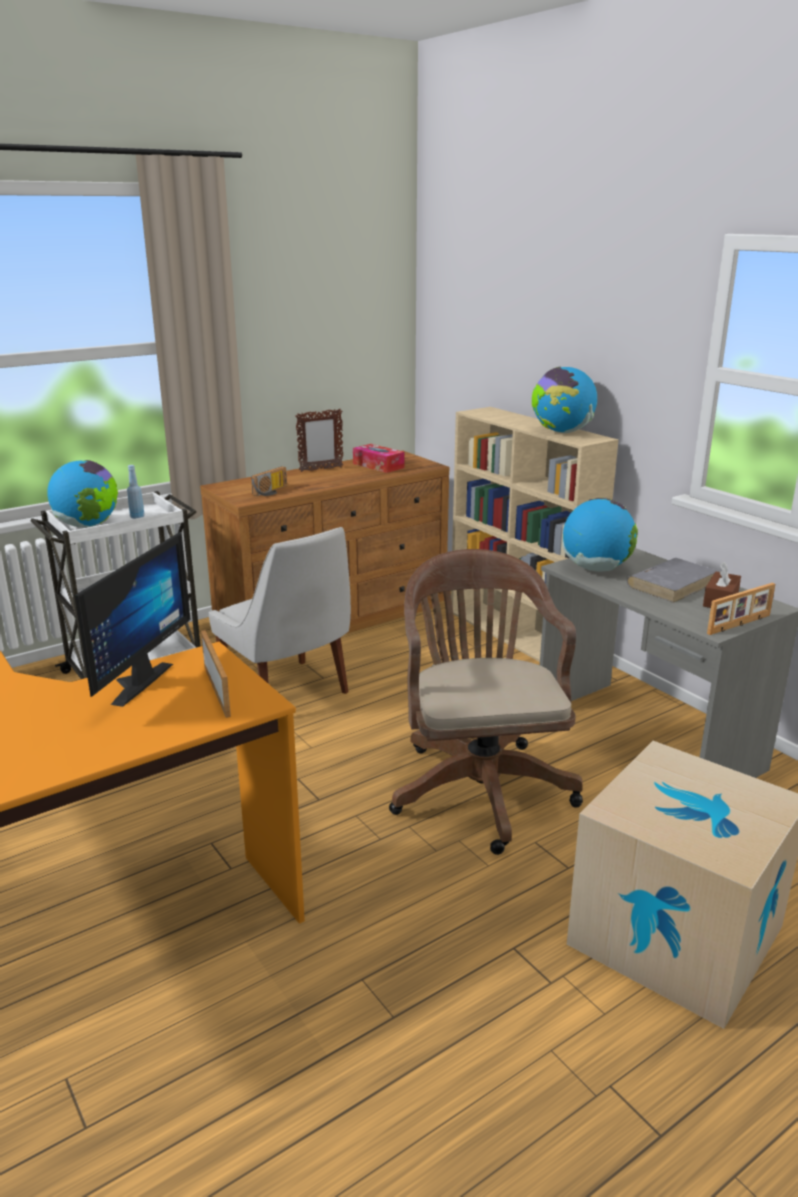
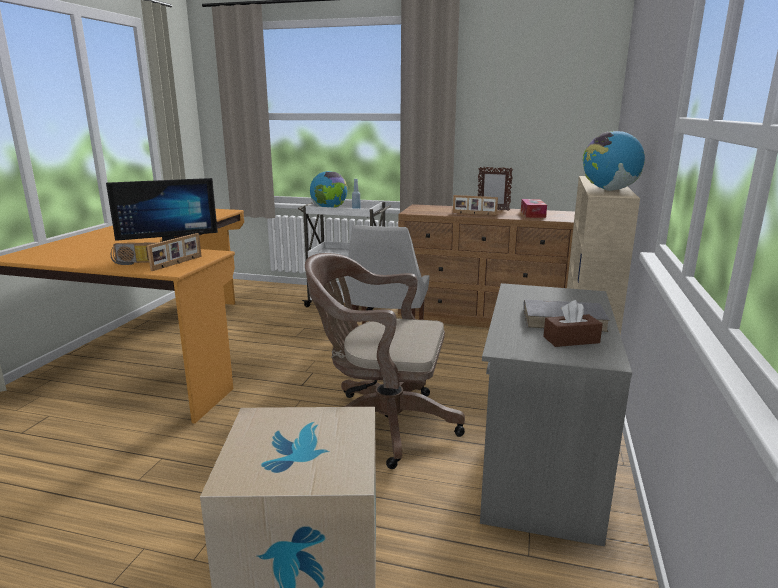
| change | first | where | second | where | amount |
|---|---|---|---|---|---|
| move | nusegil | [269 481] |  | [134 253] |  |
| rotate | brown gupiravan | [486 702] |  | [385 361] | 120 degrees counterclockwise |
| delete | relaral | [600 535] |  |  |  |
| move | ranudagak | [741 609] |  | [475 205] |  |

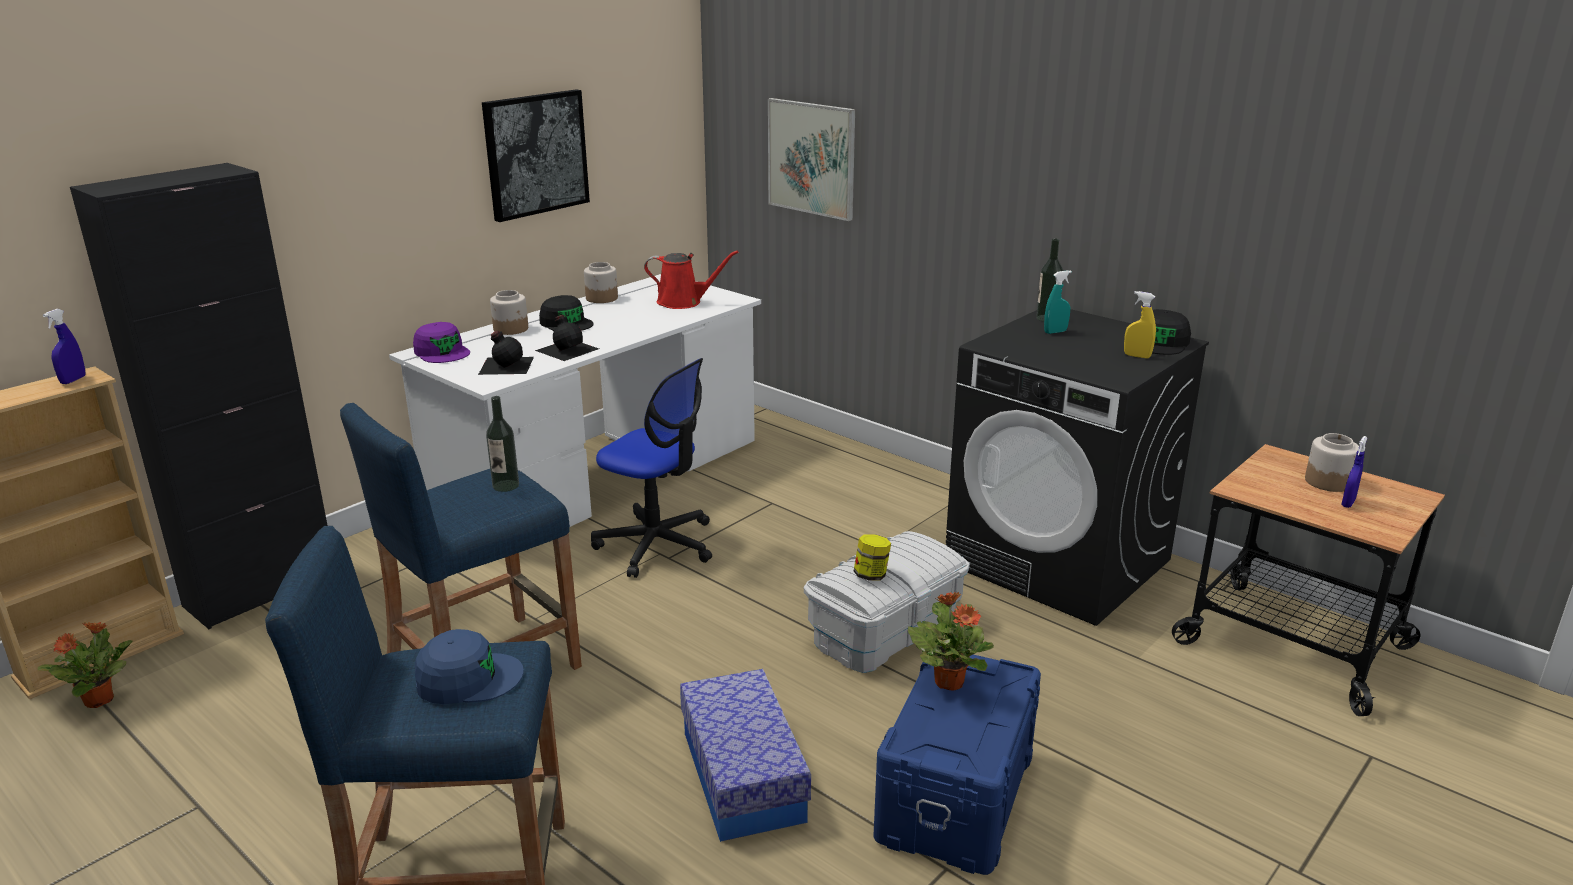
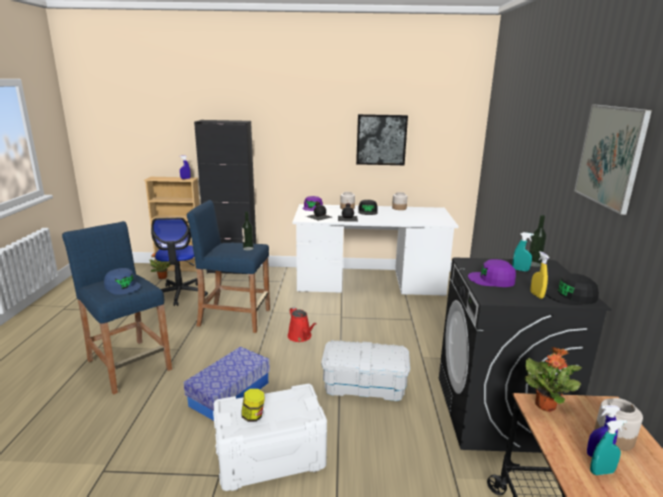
| change | first | where | second | where | amount |
|---|---|---|---|---|---|
| move | gupiravan | [651 468] |  | [179 262] |  |
| move | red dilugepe | [691 280] |  | [302 324] |  |
| move | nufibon | [811 159] |  | [613 160] |  |
| move | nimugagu | [872 557] |  | [253 405] |  |
| recolor | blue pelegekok | [957 760] | white pelegekok | [270 437] |  |
| move | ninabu | [951 641] |  | [553 379] |  |
| insert |  |  | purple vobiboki | [492 273] |  |
| insert |  |  | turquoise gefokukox | [608 447] |  |

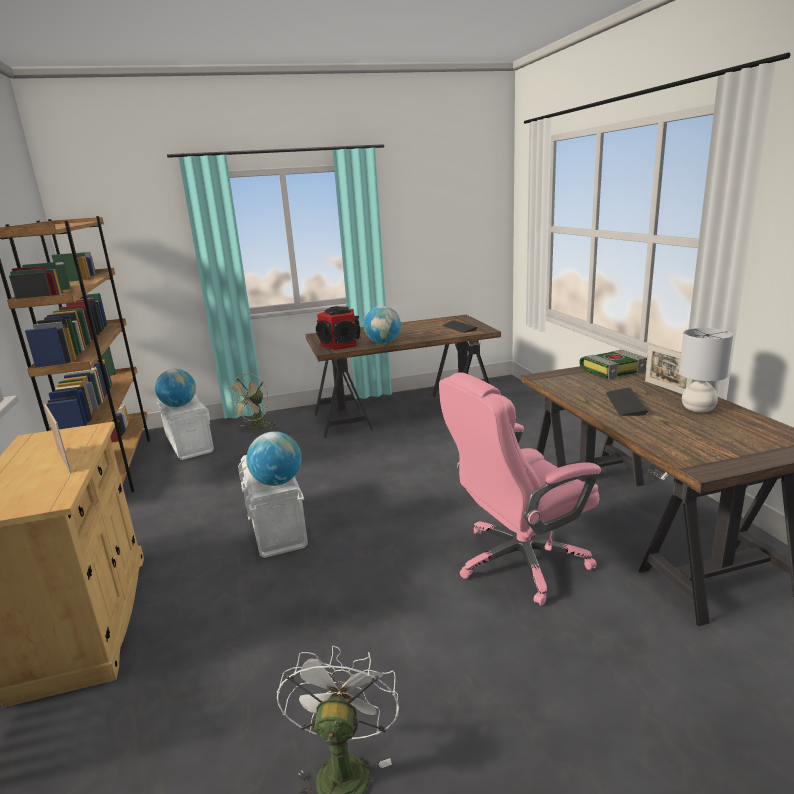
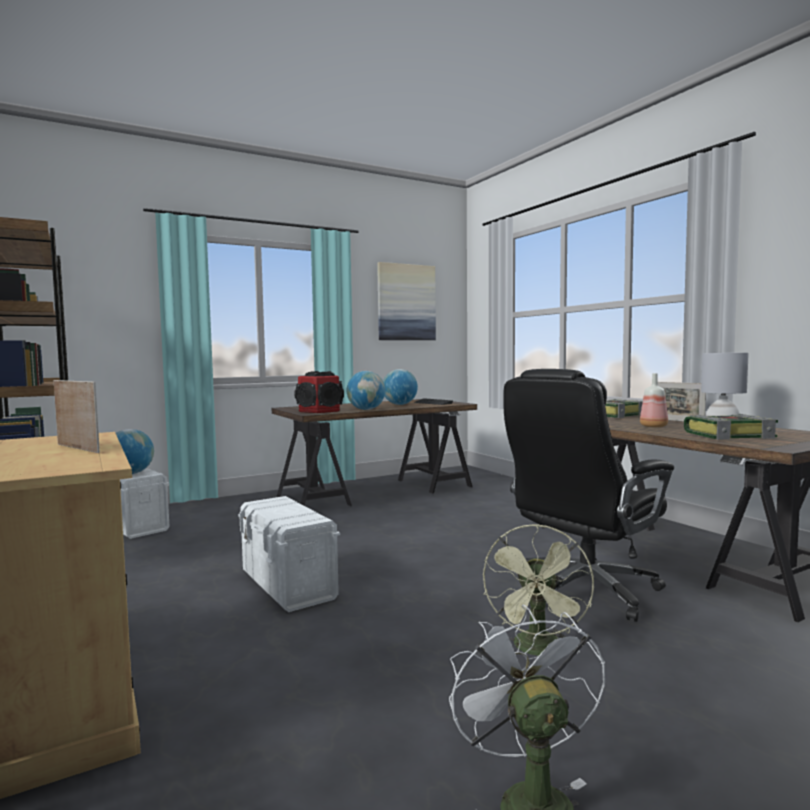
| change | first | where | second | where | amount |
|---|---|---|---|---|---|
| move | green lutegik | [252 401] |  | [538 590] |  |
| move | relaral | [274 458] |  | [400 387] |  |
| recolor | pink gupiravan | [520 489] | black gupiravan | [588 495] |  |
| replace | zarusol | [627 401] | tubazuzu | [654 400] |  |
| insert |  |  | nufibon | [406 301] |  |
| insert |  |  | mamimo | [731 427] |  |

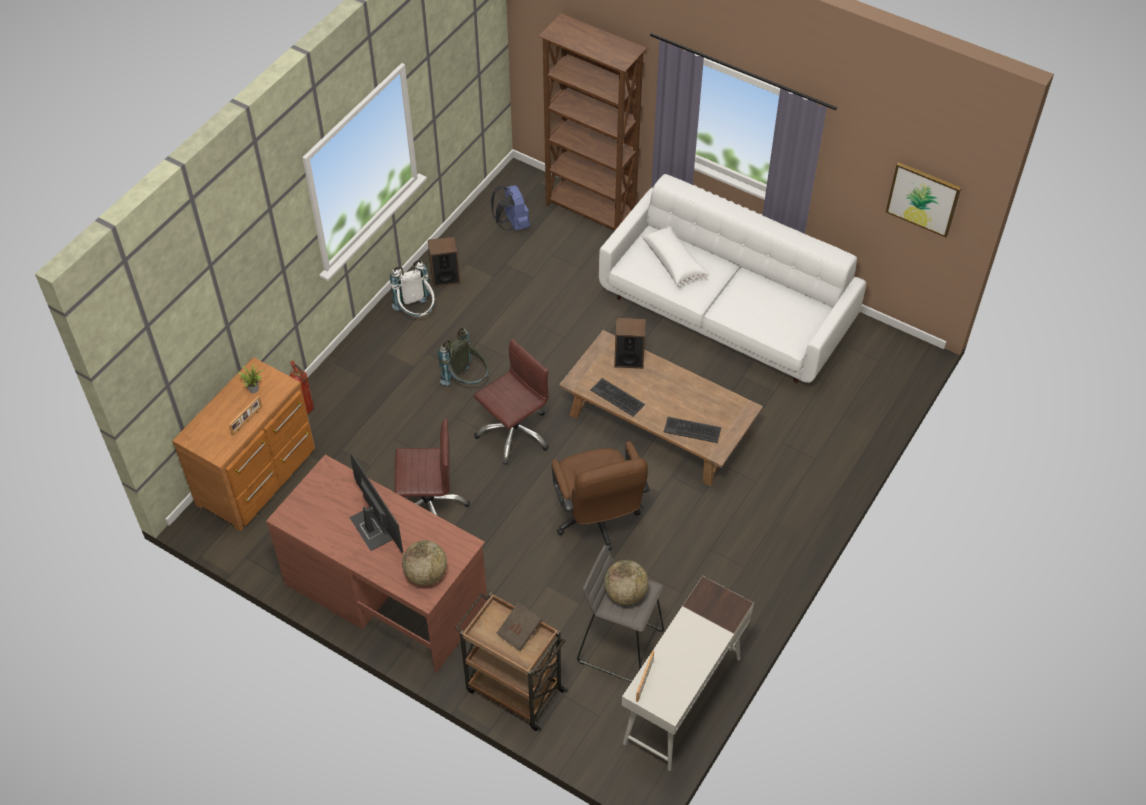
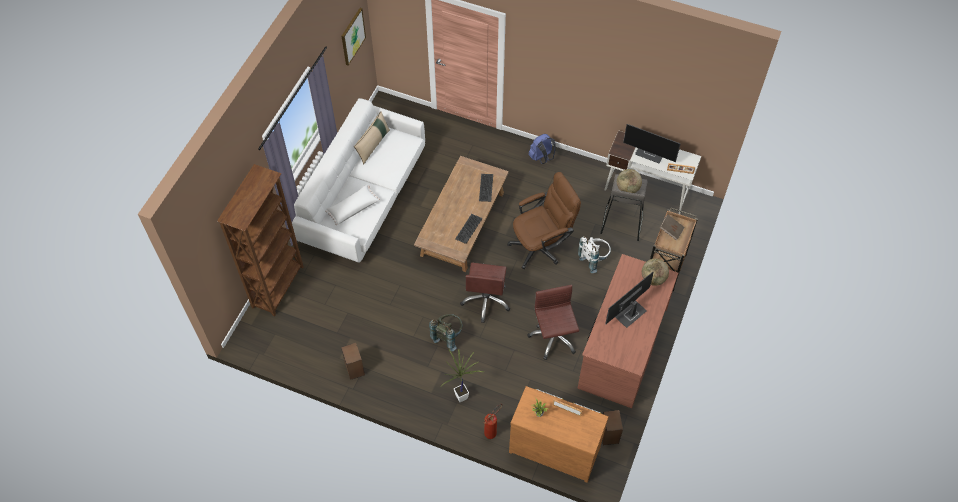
| change | first | where | second | where | amount |
|---|---|---|---|---|---|
| move | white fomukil | [412 288] |  | [594 254] |  |
| rotate | brown gupiravan | [511 402] |  | [485 293] | 120 degrees counterclockwise |
| move | blue fomukil | [510 208] |  | [542 149] |  |
| move | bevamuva | [630 343] |  | [612 427] |  |
| insert |  |  | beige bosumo | [372 138] |  |
| insert |  |  | ninabu | [462 375] |  |
| insert |  |  | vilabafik | [652 143] |  |

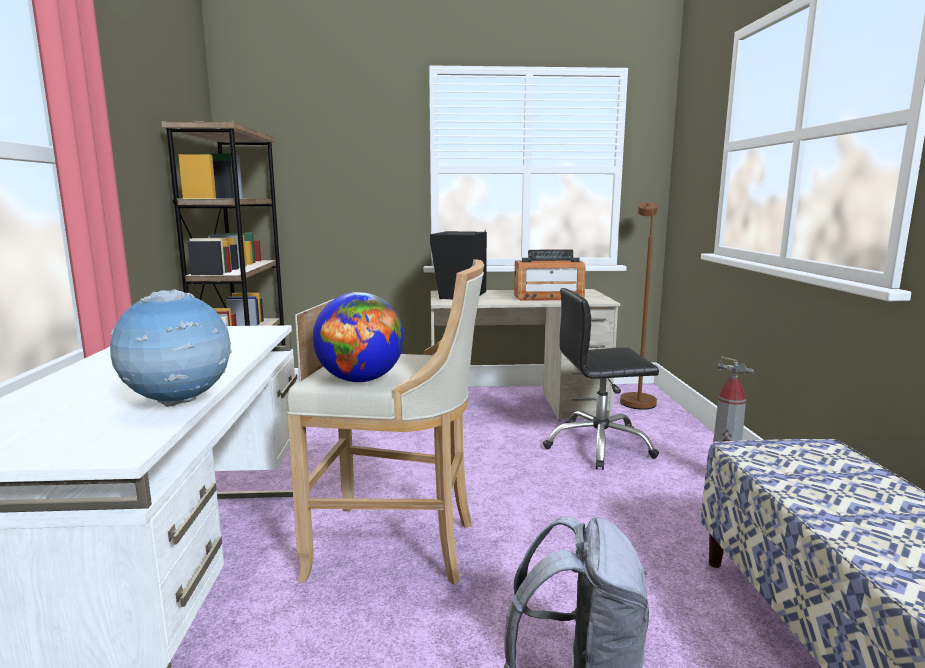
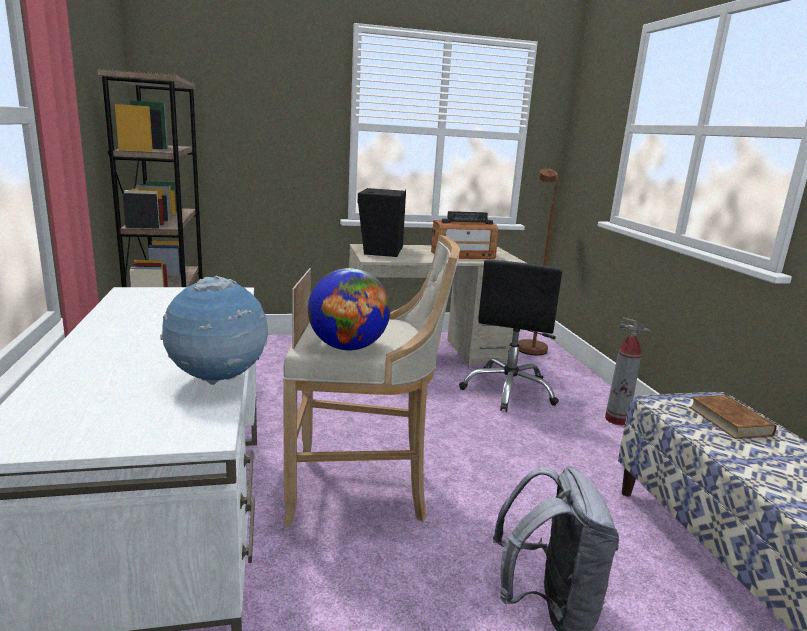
| change | first | where | second | where | amount |
|---|---|---|---|---|---|
| rotate | black gupiravan | [601 379] |  | [510 336] | 60 degrees counterclockwise |
| insert |  |  | brown mamimo | [733 417] |  |

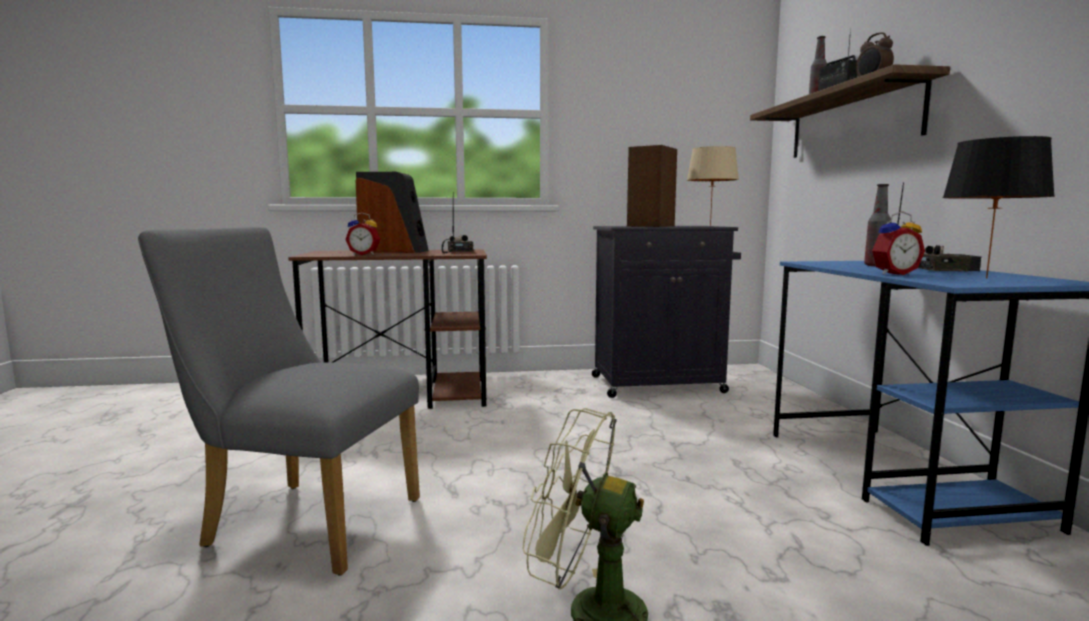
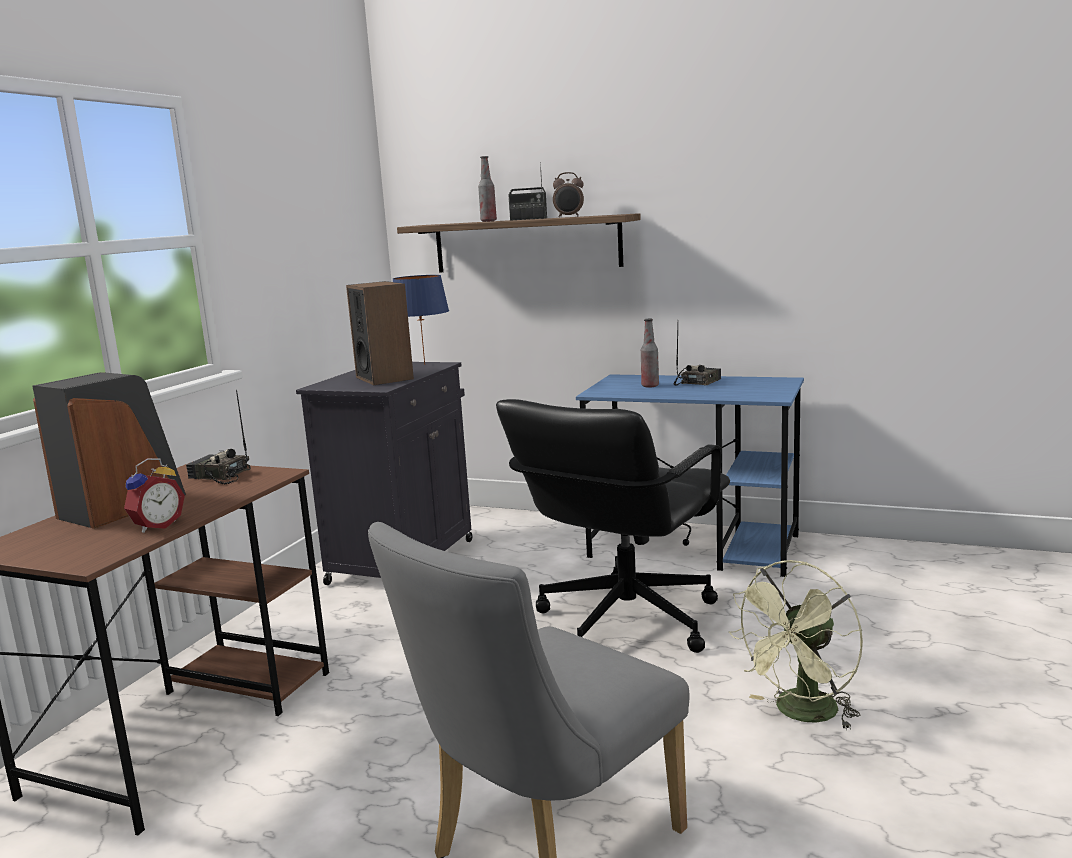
| change | first | where | second | where | amount |
|---|---|---|---|---|---|
| recolor | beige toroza | [713 186] | blue toroza | [421 320] |  |
| delete | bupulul | [898 243] |  |  |  |
| delete | black toroza | [999 207] |  |  |  |
| insert |  |  | black gupiravan | [613 526] |  |

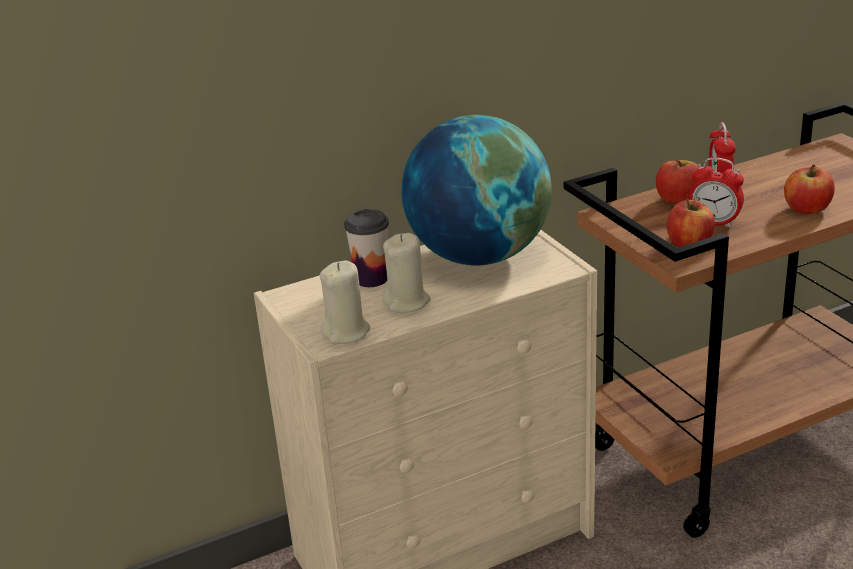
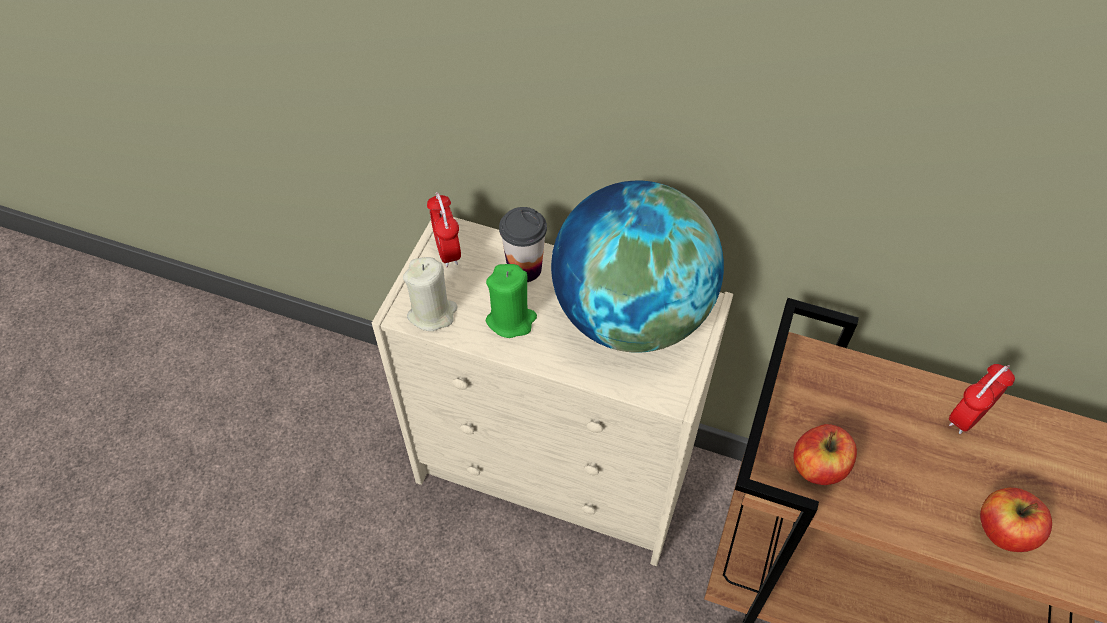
| change | first | where | second | where | amount |
|---|---|---|---|---|---|
| recolor | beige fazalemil | [407 273] | green fazalemil | [511 301] |  |
| delete | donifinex | [677 182] |  |  |  |
| move | bupulul | [716 192] |  | [444 229] |  |

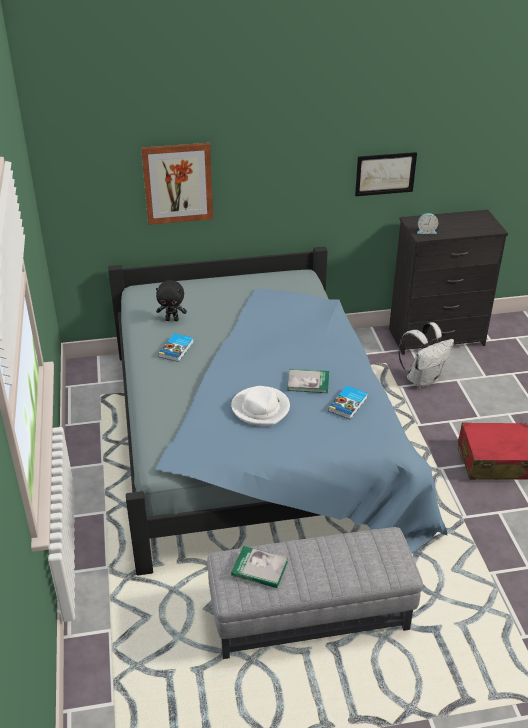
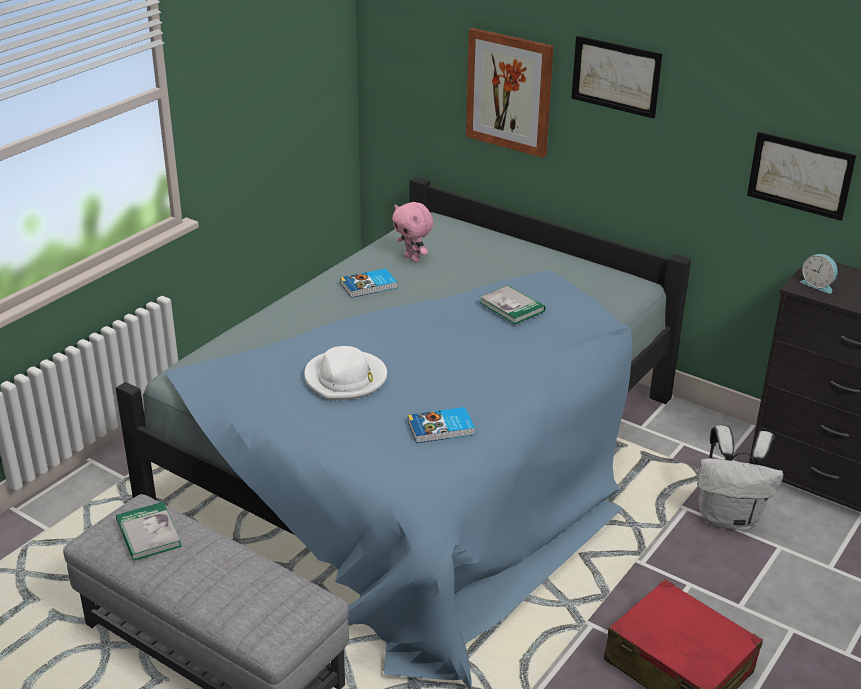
| change | first | where | second | where | amount |
|---|---|---|---|---|---|
| recolor | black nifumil | [171 300] | pink nifumil | [412 232] |  |
| move | mamimo | [308 381] |  | [512 304] |  |
| insert |  |  | nufibon | [616 77] |  |

